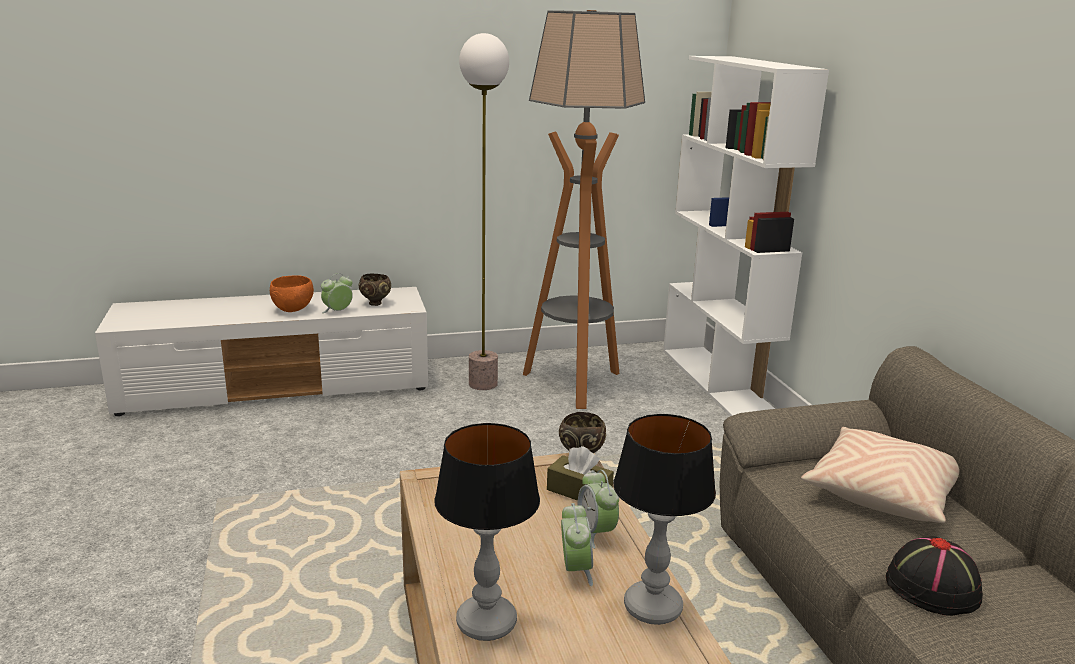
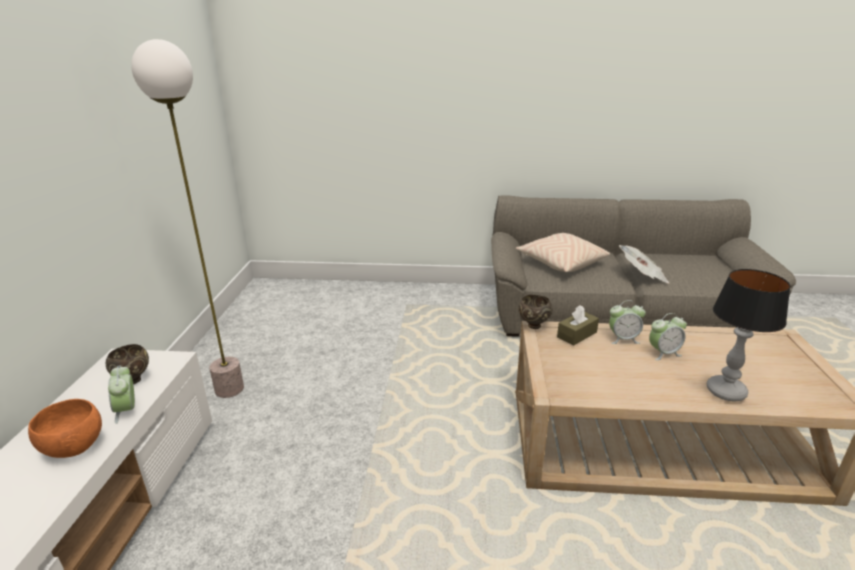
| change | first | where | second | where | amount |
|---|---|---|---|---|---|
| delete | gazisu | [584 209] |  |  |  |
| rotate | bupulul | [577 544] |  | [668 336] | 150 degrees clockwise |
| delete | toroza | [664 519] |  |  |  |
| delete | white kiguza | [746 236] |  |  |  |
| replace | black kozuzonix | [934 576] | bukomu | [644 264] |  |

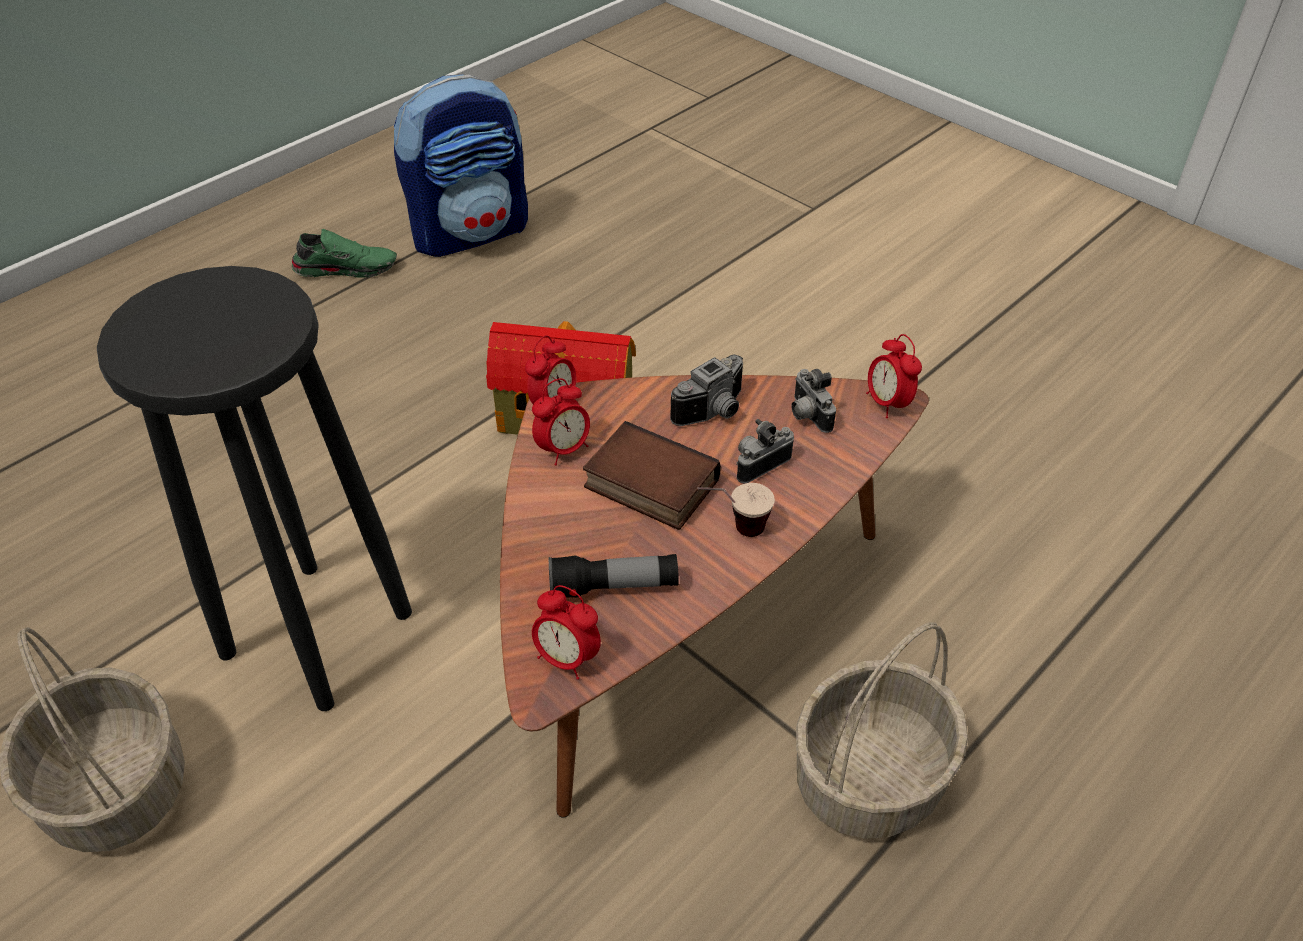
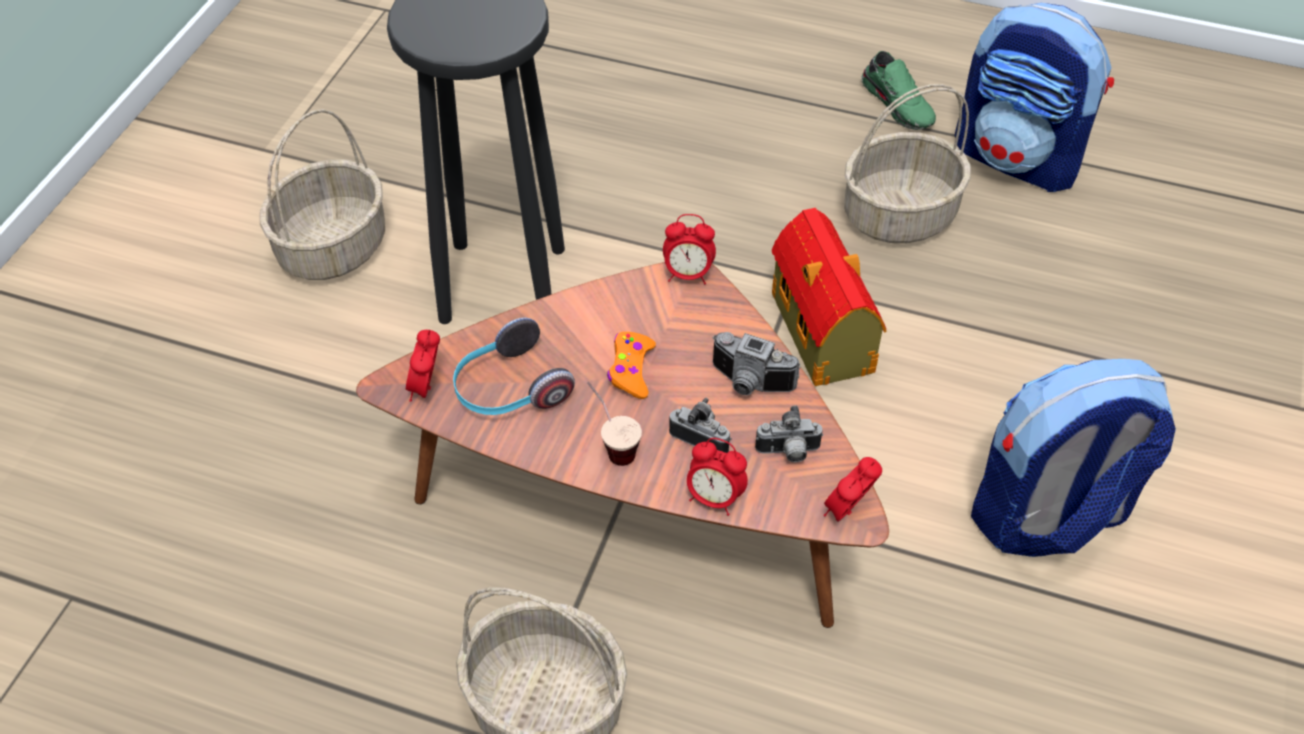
| change | first | where | second | where | amount |
|---|---|---|---|---|---|
| move | bupulul | [561 421] |  | [717 477] |  |
| replace | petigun | [614 575] | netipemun | [514 366] |  |
| replace | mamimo | [652 475] | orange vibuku | [631 365] |  |
| rotate | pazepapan | [813 401] |  | [789 433] | 135 degrees counterclockwise |
| insert |  |  | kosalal | [907 163] |  |
| insert |  |  | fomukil | [1073 458] |  |

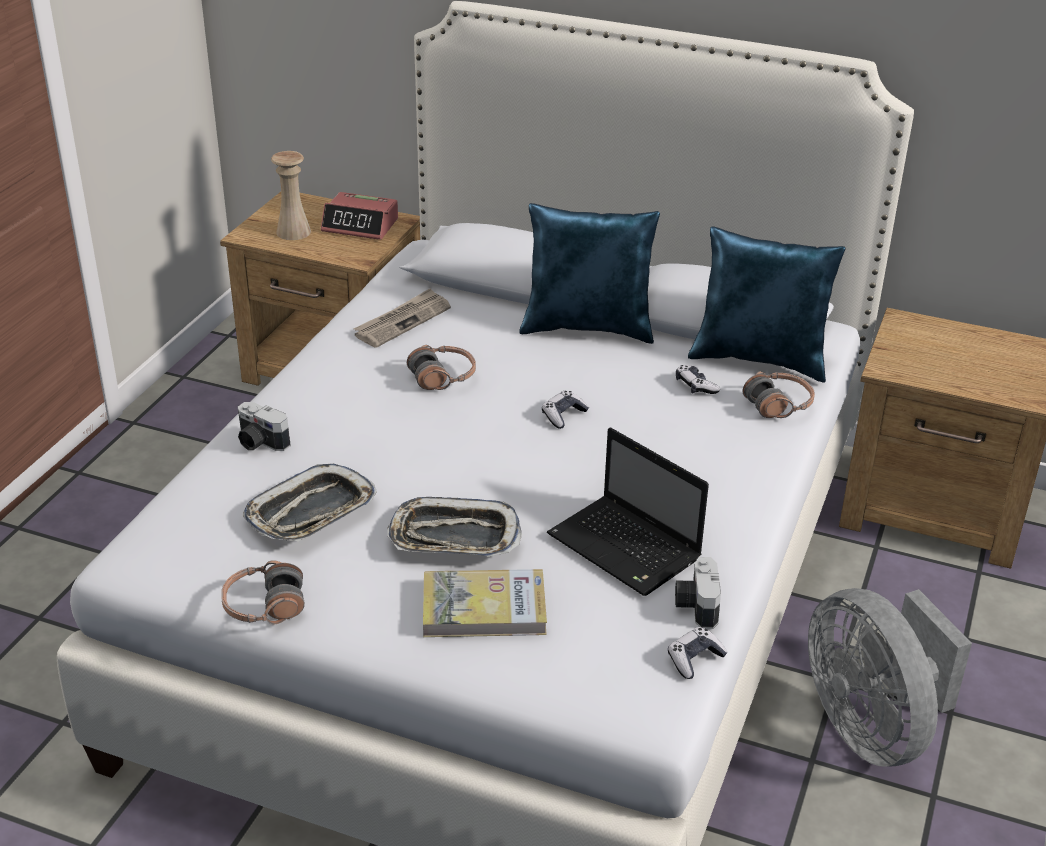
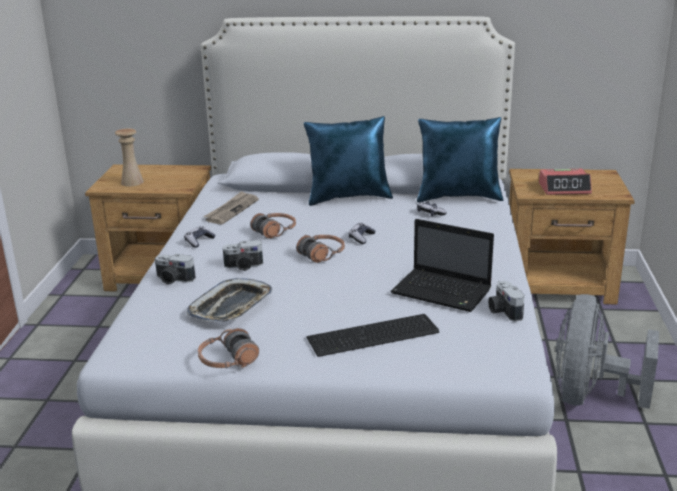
| change | first | where | second | where | amount |
|---|---|---|---|---|---|
| move | bupulul | [359 216] |  | [565 182] |  |
| delete | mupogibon | [454 527] |  |  |  |
| replace | mamimo | [485 603] | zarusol | [372 335] |  |
| move | vibuku | [698 653] |  | [200 237] |  |
| move | netipemun | [779 394] |  | [320 249] |  |
| rotate | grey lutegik | [890 677] |  | [607 351] | 60 degrees clockwise |
| insert |  |  | pazepapan | [243 255] |  |

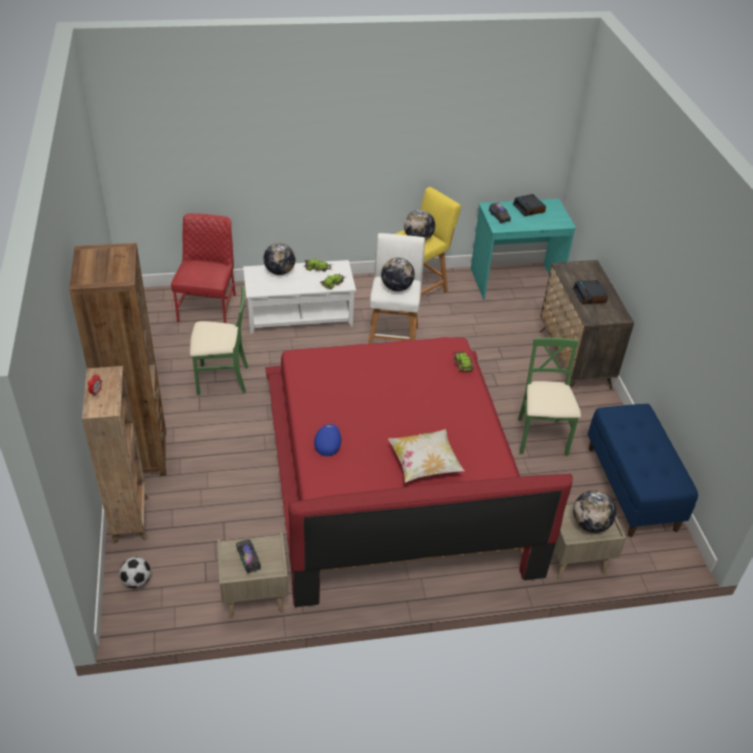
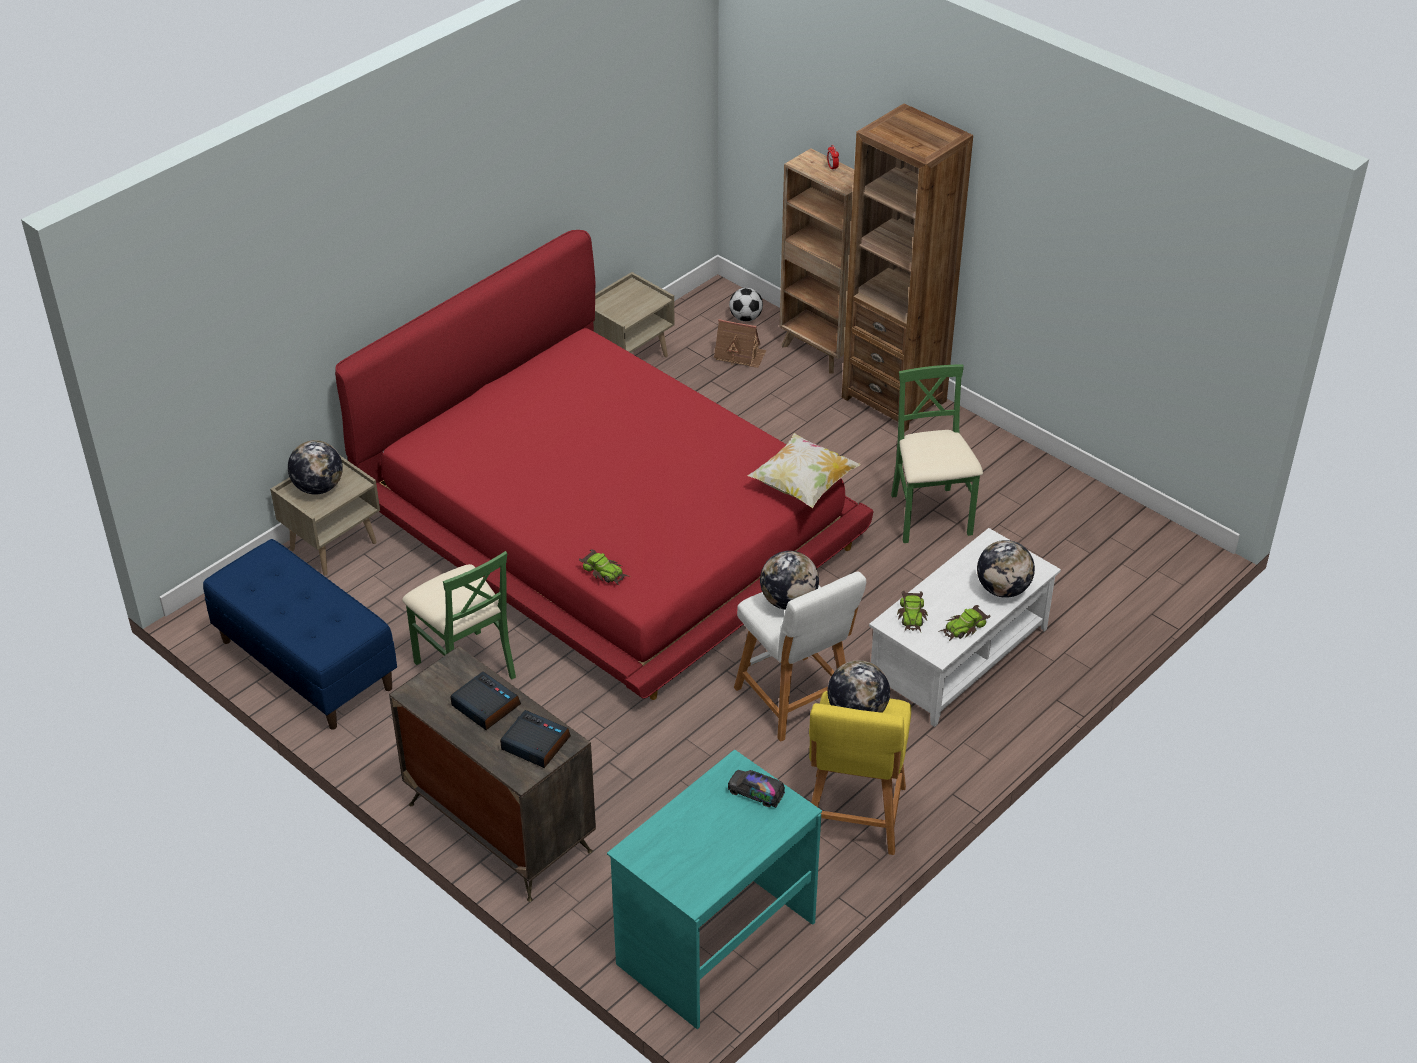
| change | first | where | second | where | amount |
|---|---|---|---|---|---|
| delete | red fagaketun | [203 268] |  |  |  |
| rotate | green fagaketun | [219 340] |  | [937 453] | 120 degrees clockwise |
| delete | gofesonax | [248 556] |  |  |  |
| delete | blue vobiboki | [327 440] |  |  |  |
| move | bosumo | [426 456] |  | [804 470] |  |
| move | bupulul | [529 205] |  | [535 739] |  |
| insert |  |  | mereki | [740 343] |  |

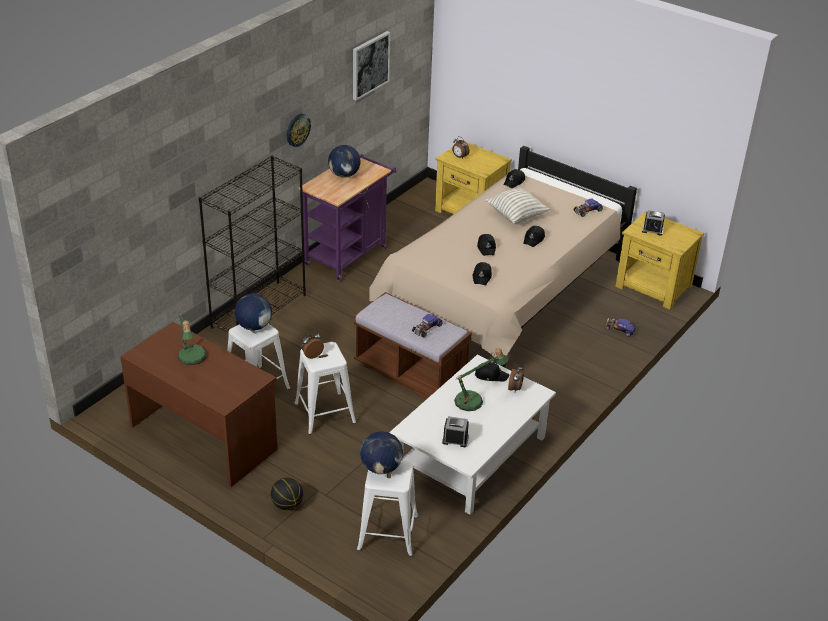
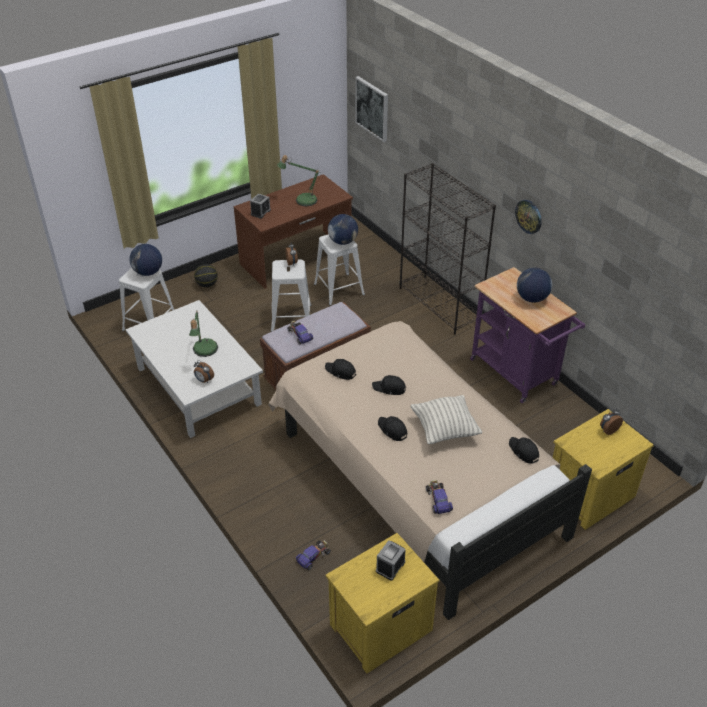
| change | first | where | second | where | amount |
|---|---|---|---|---|---|
| move | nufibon | [371 65] |  | [371 109] |  |
| move | bupulul | [455 431] |  | [260 206] |  |
| delete | black vobiboki | [492 372] |  |  |  |

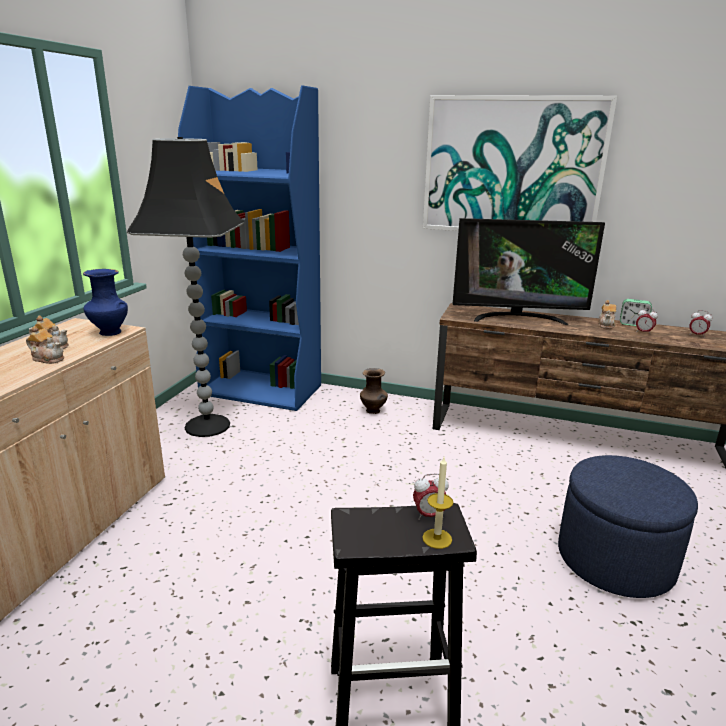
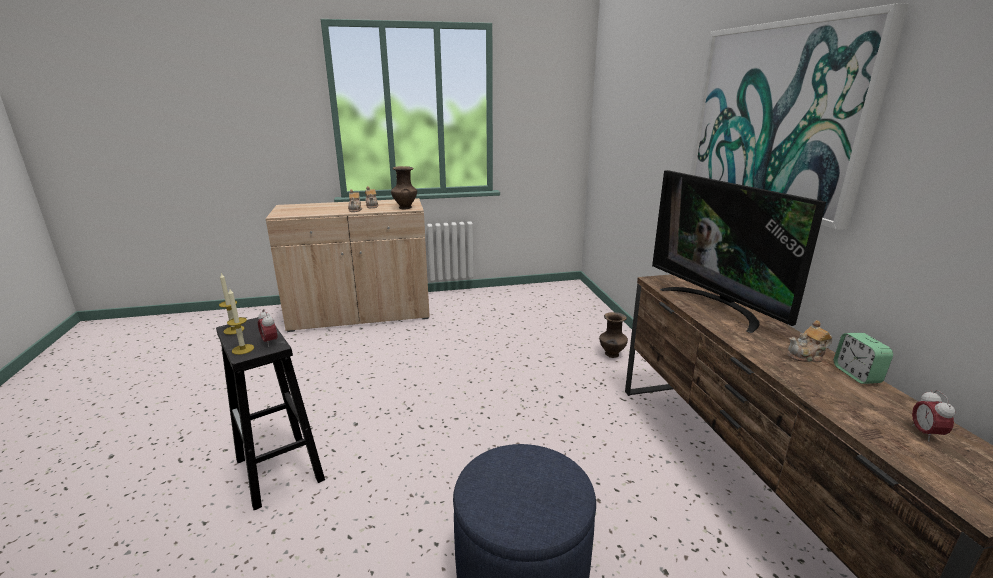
| change | first | where | second | where | amount |
|---|---|---|---|---|---|
| recolor | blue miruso | [105 302] | brown miruso | [404 187] |  |
| delete | black gazisu | [185 287] |  |  |  |
| delete | blue kiguza | [249 248] |  |  |  |
| delete | bupulul | [647 321] |  |  |  |
| insert |  |  | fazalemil | [232 304] |  |

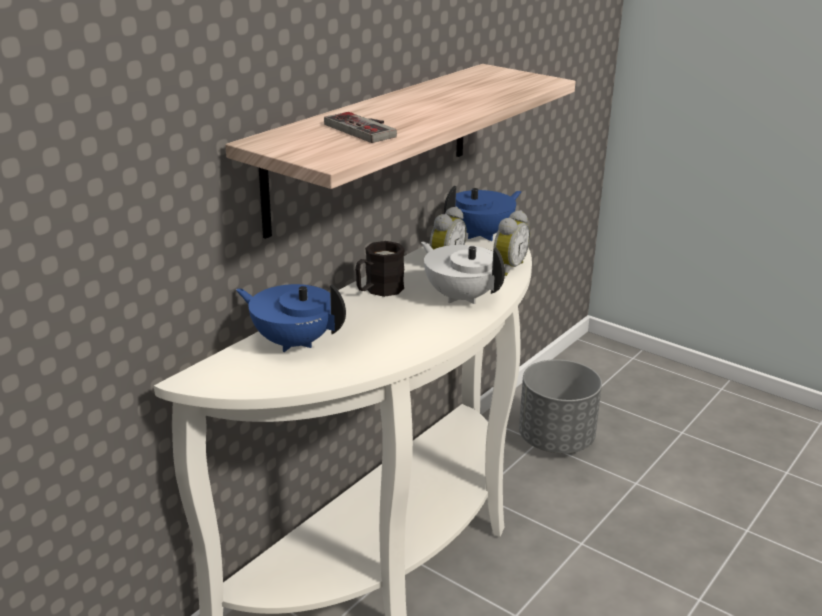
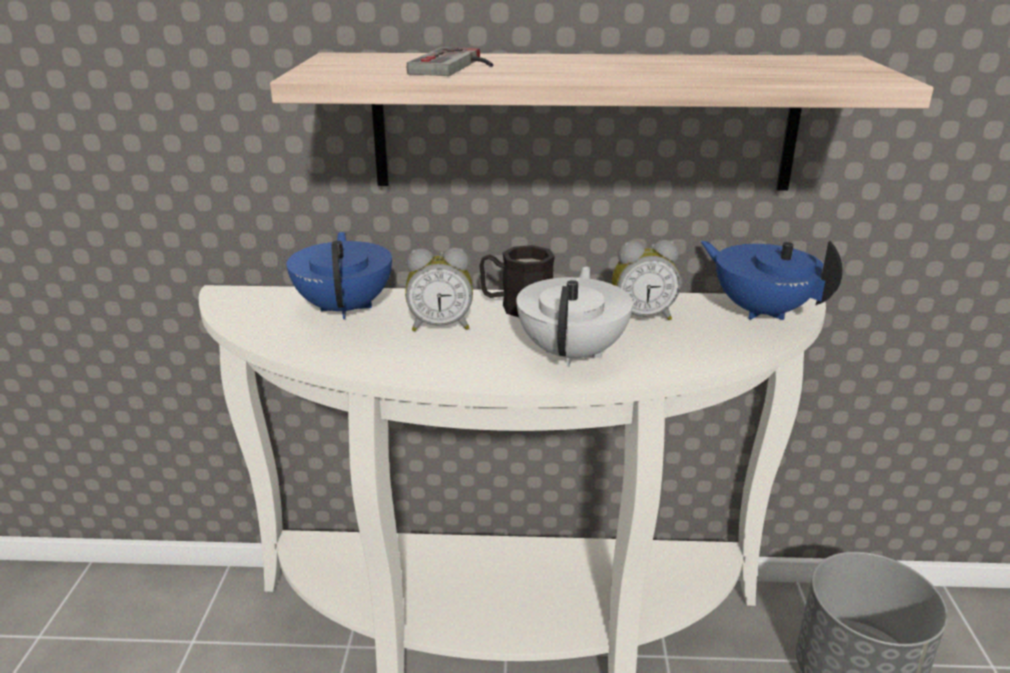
| change | first | where | second | where | amount |
|---|---|---|---|---|---|
| rotate | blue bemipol | [483 213] |  | [771 280] | 150 degrees counterclockwise |
| move | bupulul | [511 243] |  | [439 289] |  |

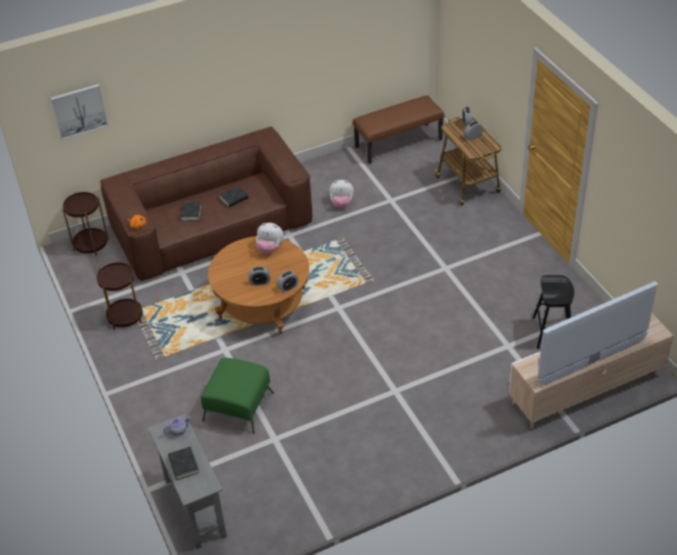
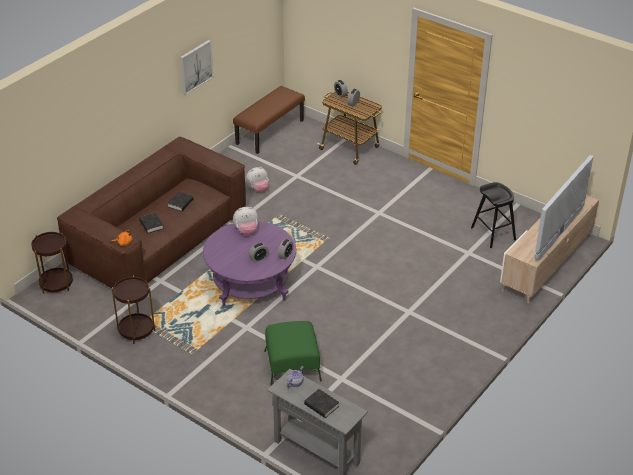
| change | first | where | second | where | amount |
|---|---|---|---|---|---|
| move | nufibon | [79 112] |  | [196 67] |  |
| recolor | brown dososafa | [258 285] | purple dososafa | [249 263] |  |

